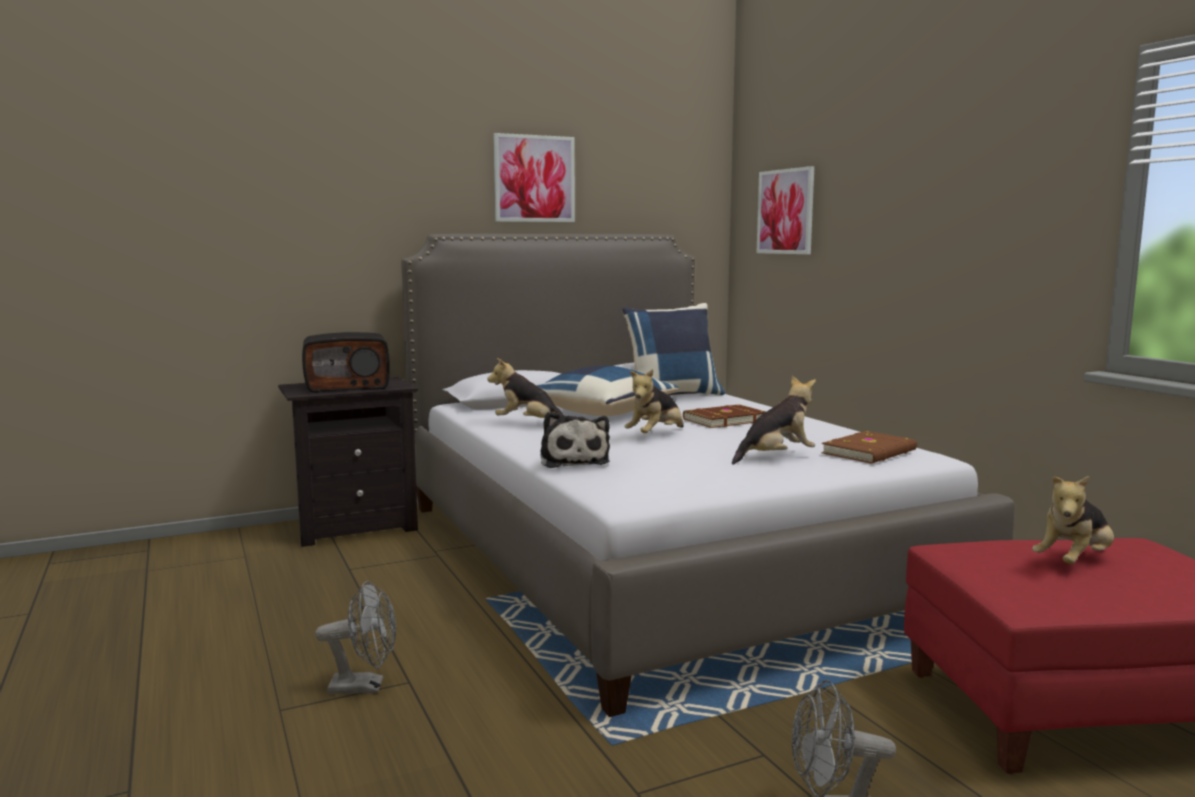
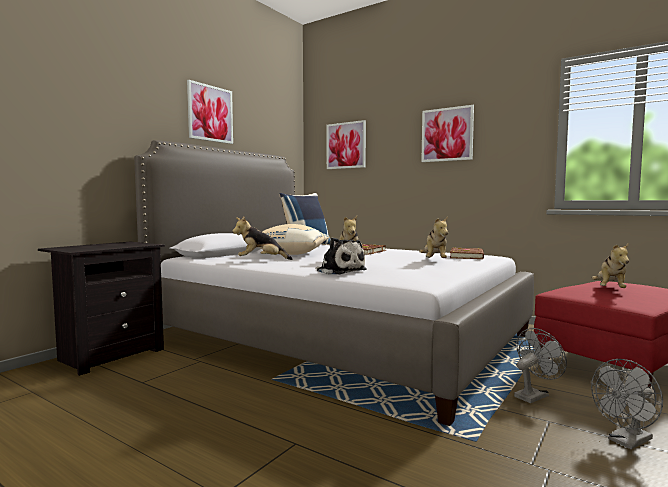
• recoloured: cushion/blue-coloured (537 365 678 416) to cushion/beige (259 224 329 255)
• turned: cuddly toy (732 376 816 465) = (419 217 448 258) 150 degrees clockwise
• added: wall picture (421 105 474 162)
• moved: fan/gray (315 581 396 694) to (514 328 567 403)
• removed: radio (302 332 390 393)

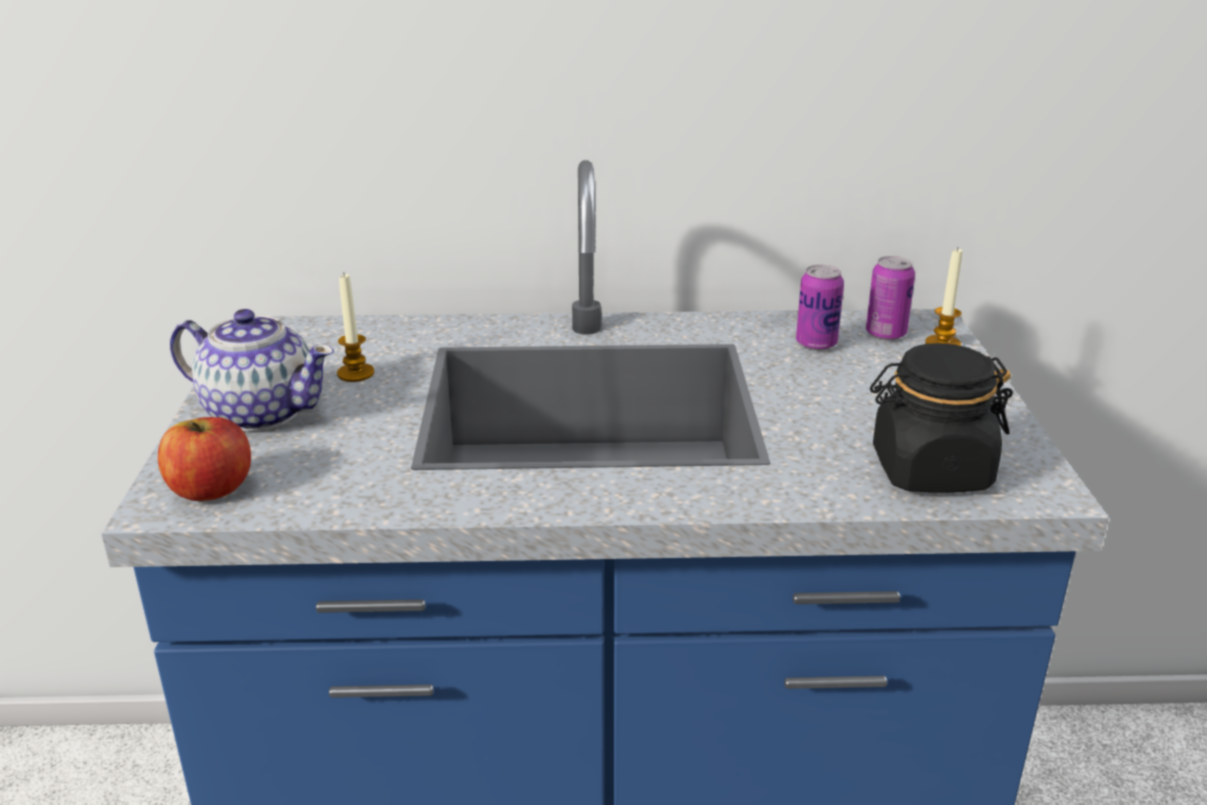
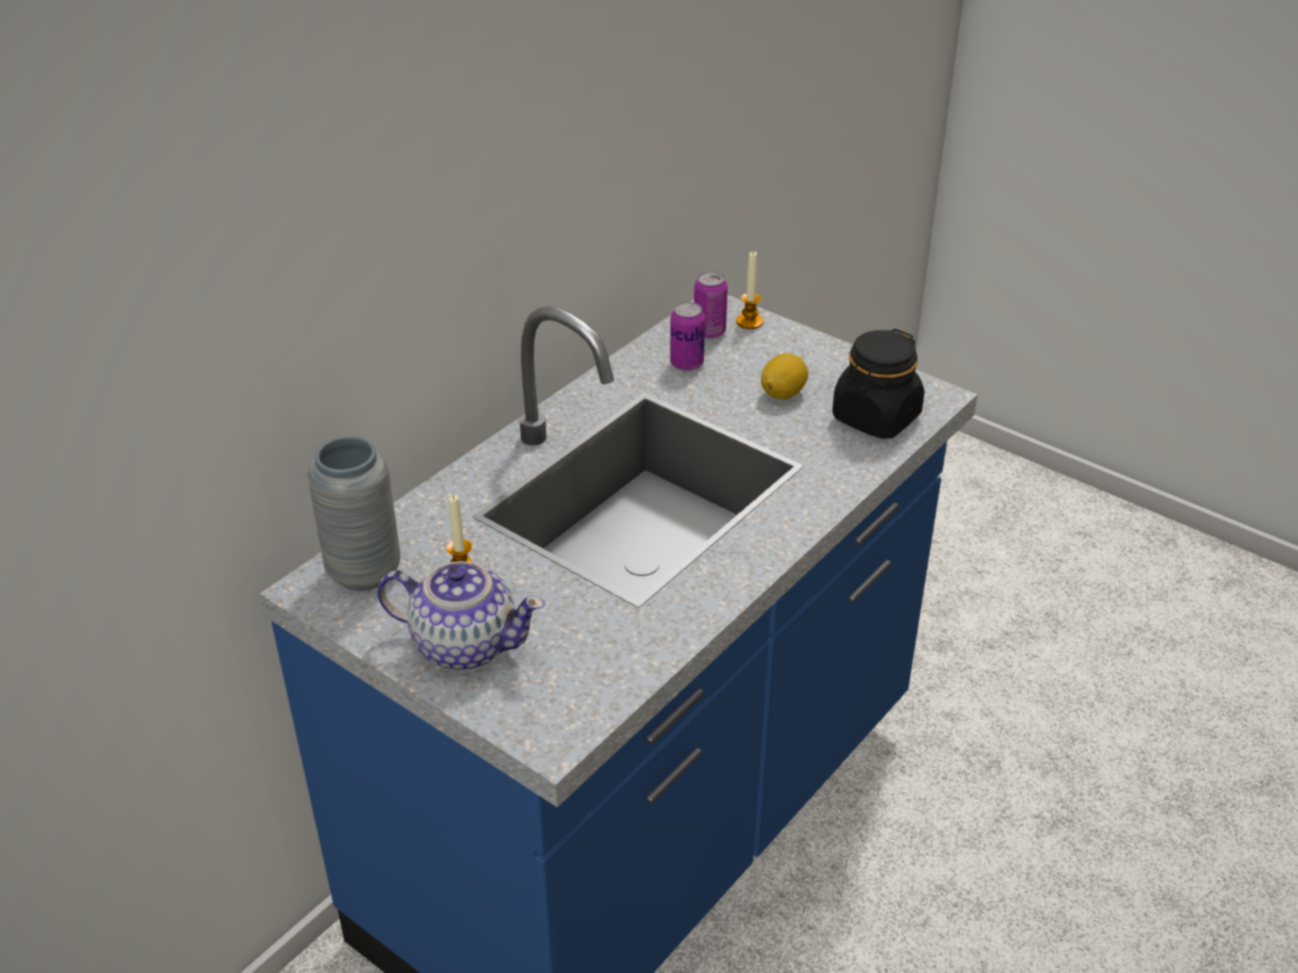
• added: vase/gray (308 436 401 591)
• turned: tea pot (170 309 334 432) = (377 561 545 670) 45 degrees clockwise
• added: citrus fruit (761 353 808 399)
• removed: apple (158 417 251 501)

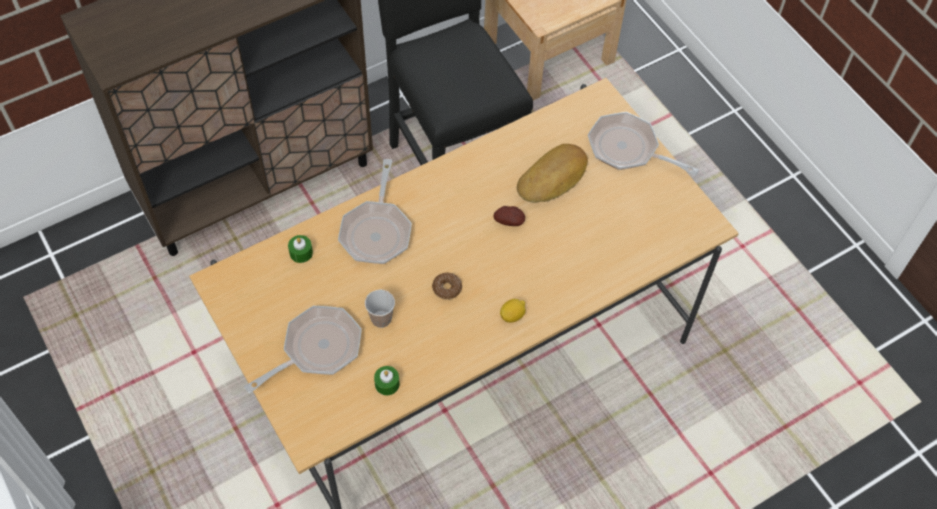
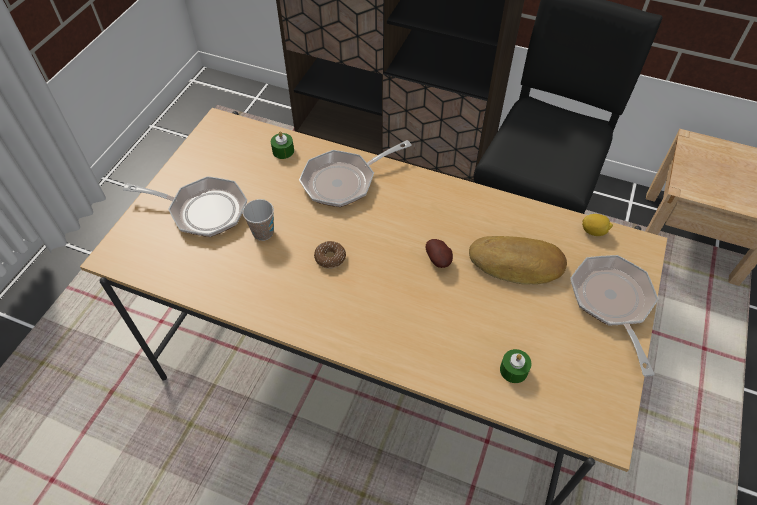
• moved: wax light/green (374 366 400 395) to (500 349 531 383)
• moved: citrus fruit (500 299 526 323) to (582 214 613 236)

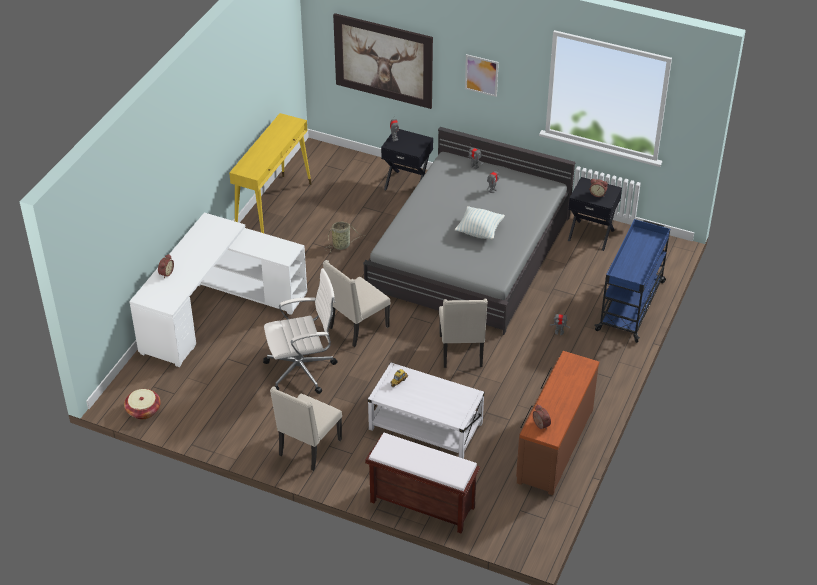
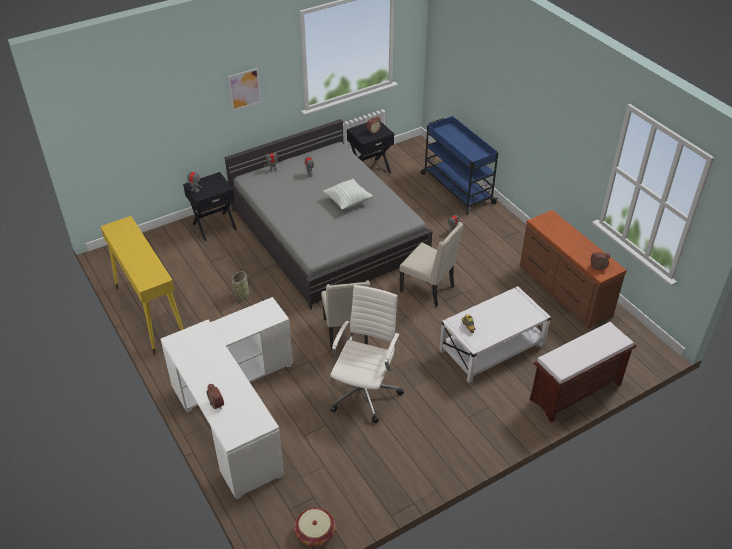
• removed: upright chair/beige (270 386 342 471)
• removed: wall picture (333 13 433 109)

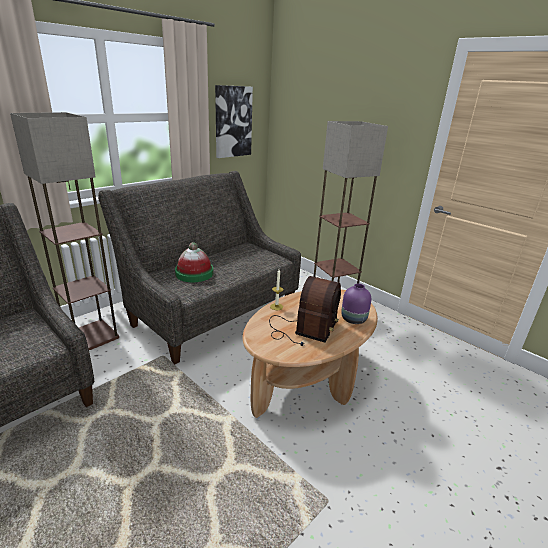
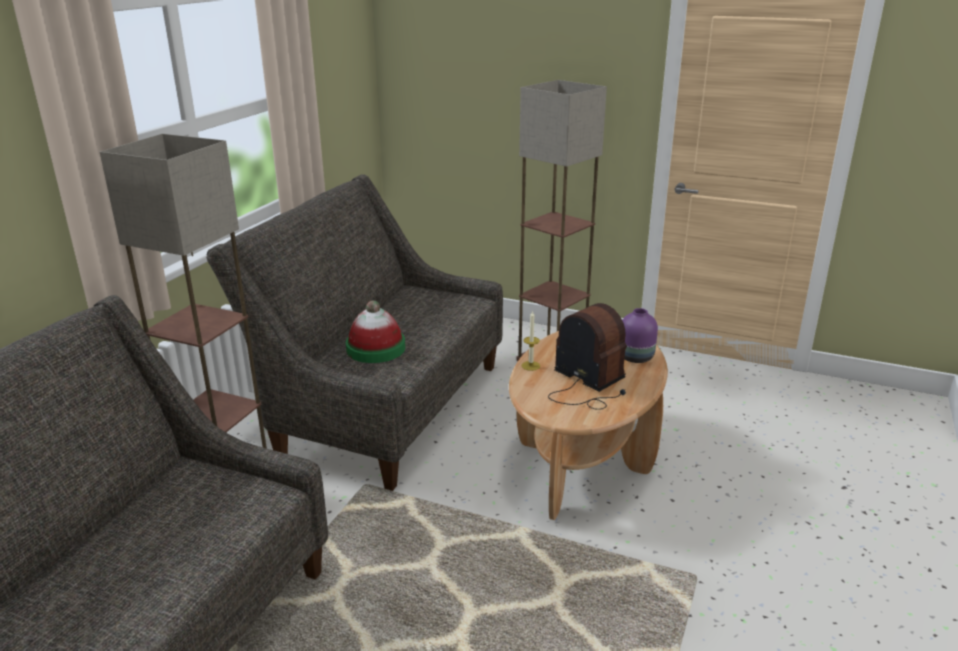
• turned: radio (269 276 341 346) = (548 303 627 410) 45 degrees counterclockwise
• removed: wall picture (215 85 253 158)

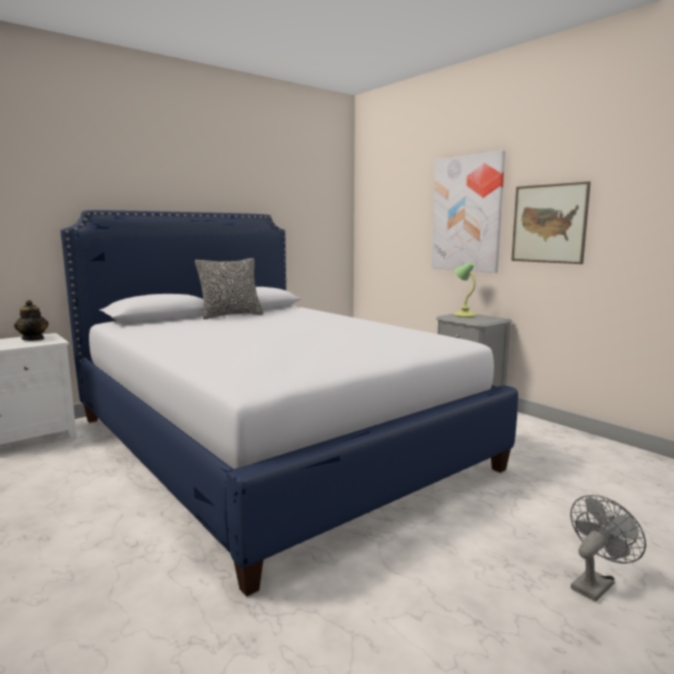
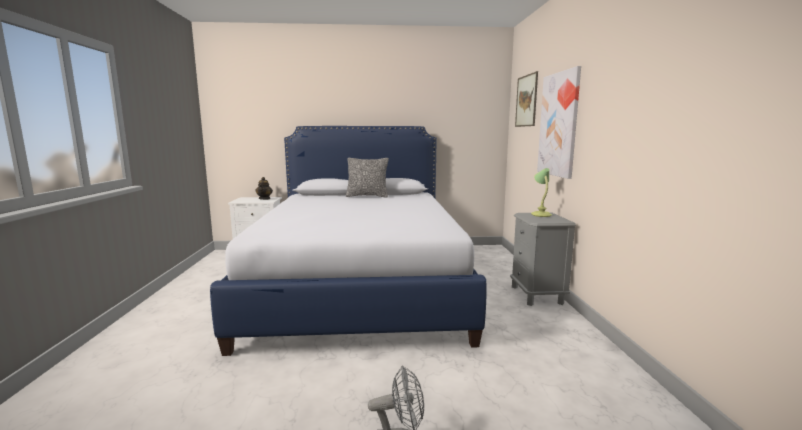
• moved: wall picture (511 181 591 264) to (515 71 538 127)

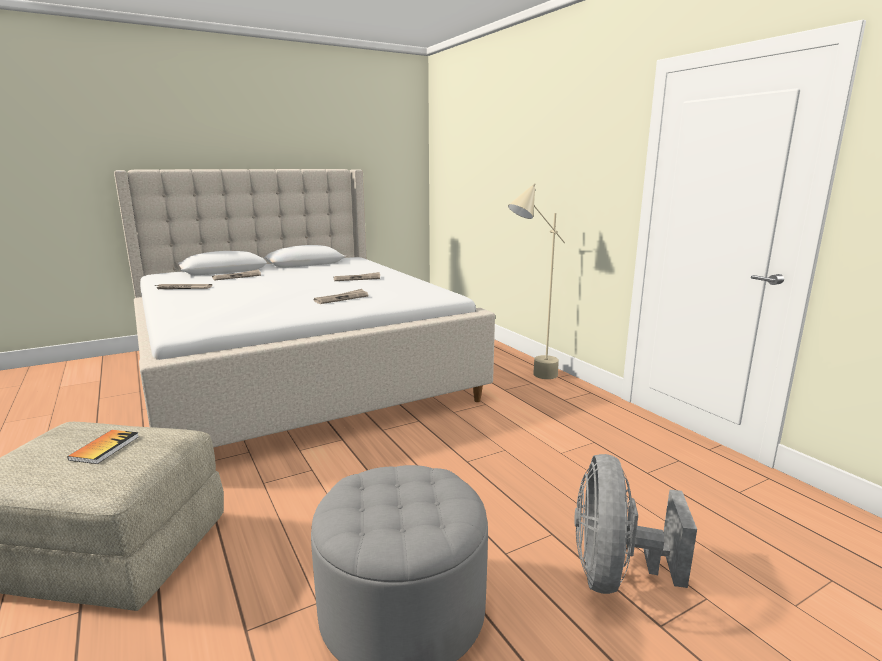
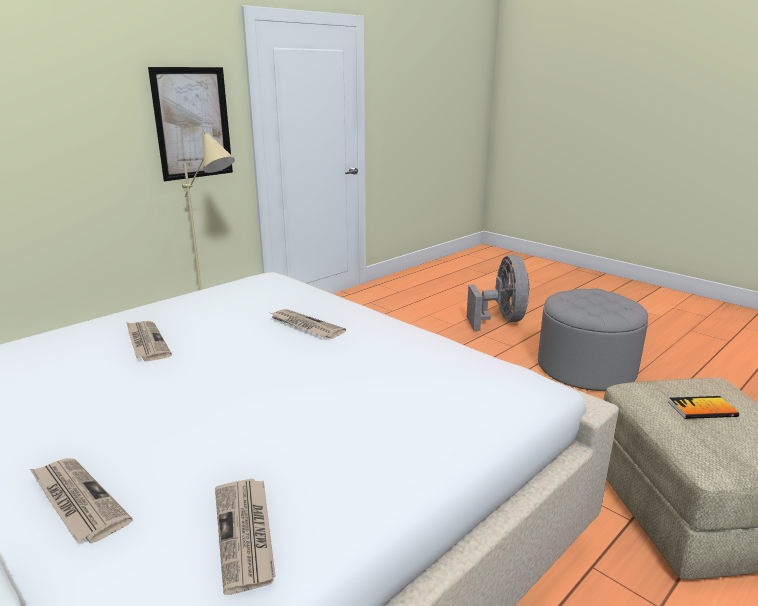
• added: wall picture (148 67 233 181)
• turned: fan/gray (574 454 697 594) = (467 255 530 331) 90 degrees counterclockwise

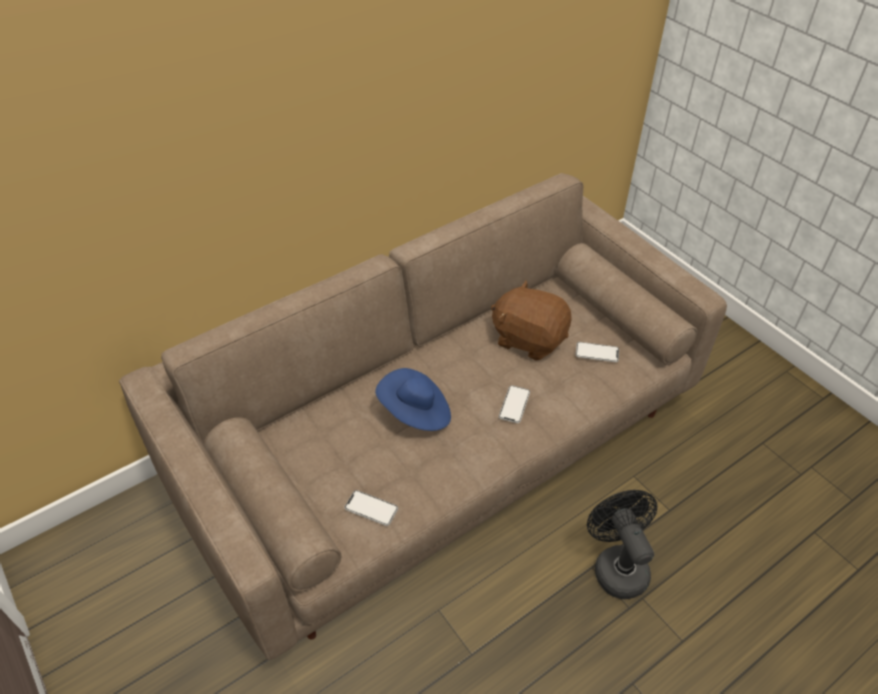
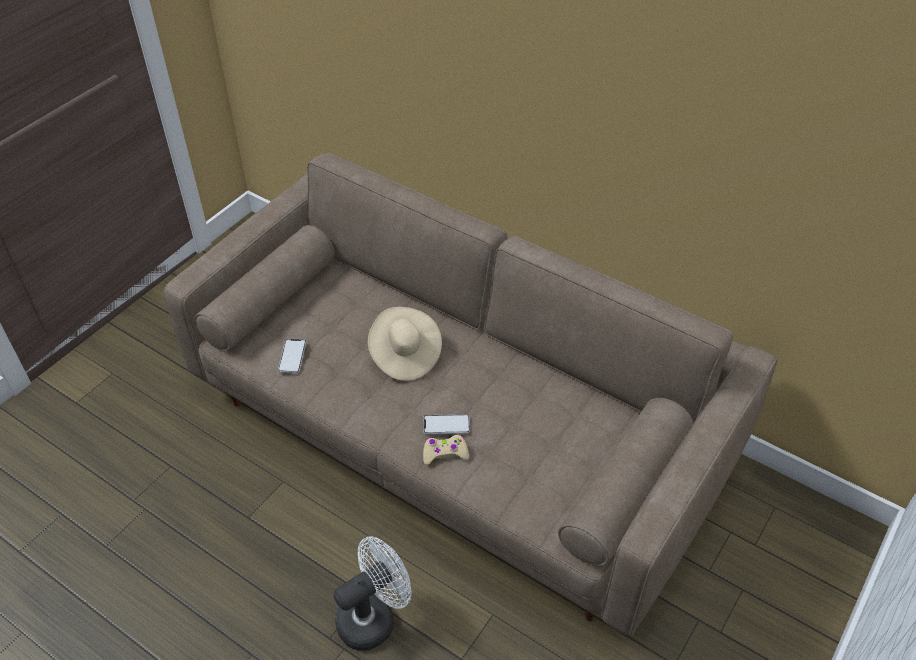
• recoloured: fan/black (587 490 657 599) to fan/white (334 536 411 651)
• recoloured: wearable hat/blue-coloured (375 368 451 431) to wearable hat/beige (368 307 442 381)
• added: gamepad/beige (423 435 469 465)
• removed: cuddly toy/brown (491 280 572 361)
• removed: phone (576 342 619 362)

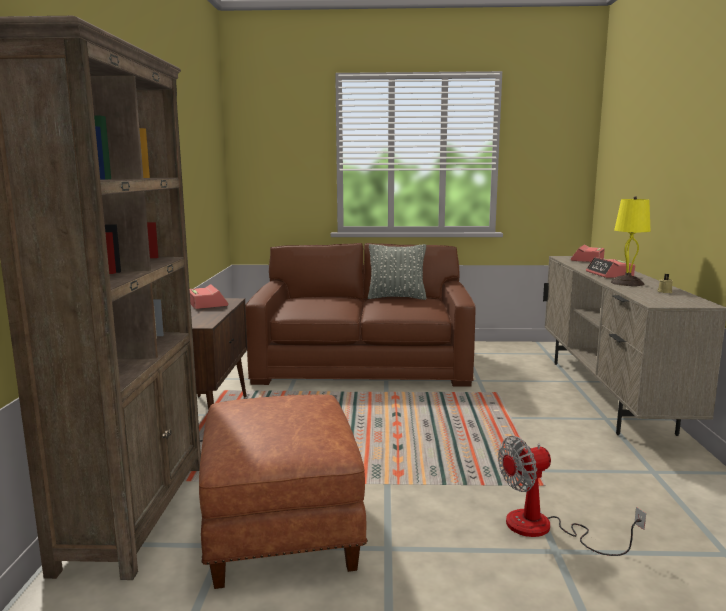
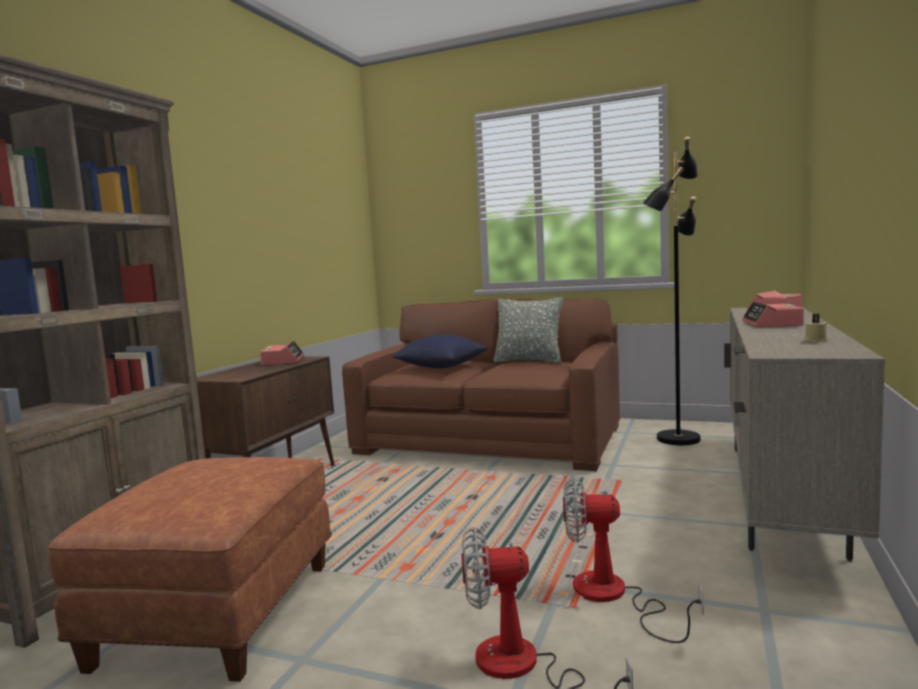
• added: cushion/blue-coloured (392 334 487 369)
• added: fan (563 476 704 643)
• added: standing lamp/black (643 136 701 445)
• removed: lamp for a table/yellow (611 196 651 286)

